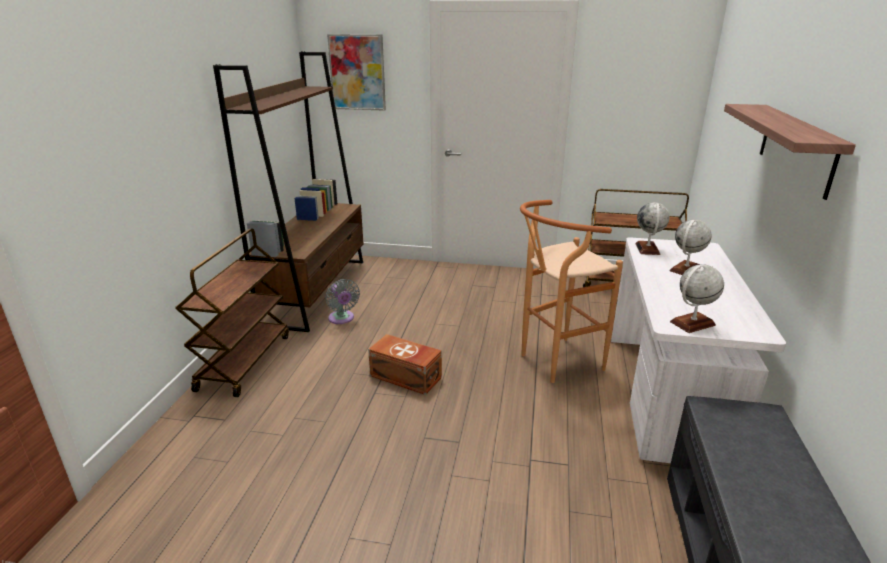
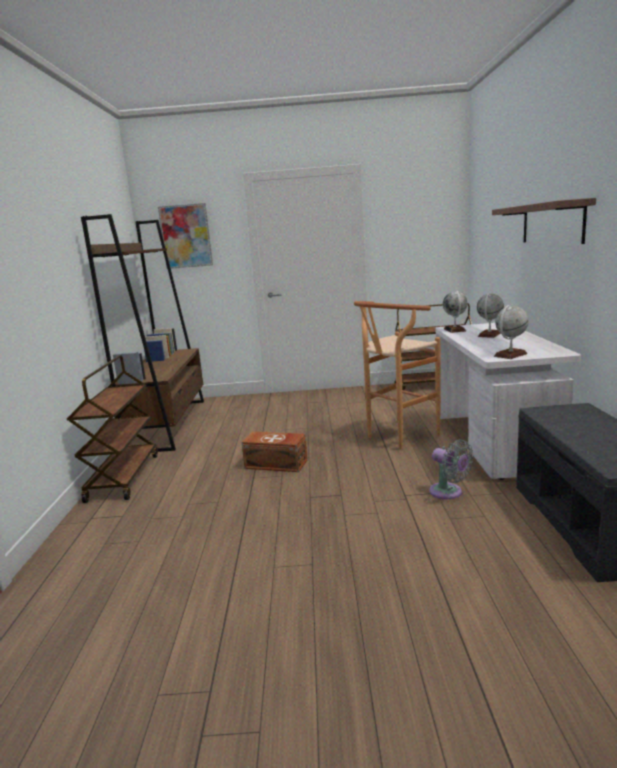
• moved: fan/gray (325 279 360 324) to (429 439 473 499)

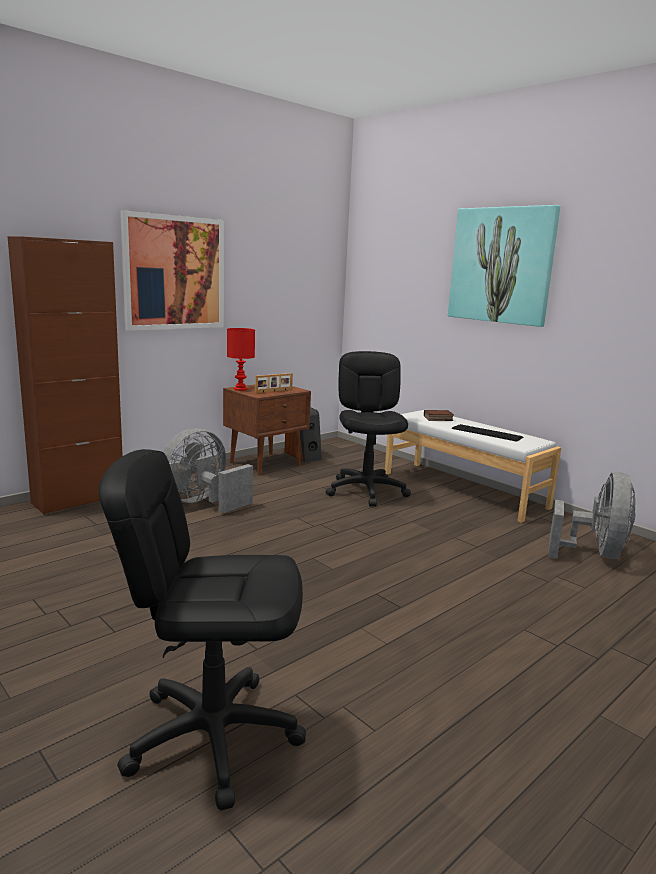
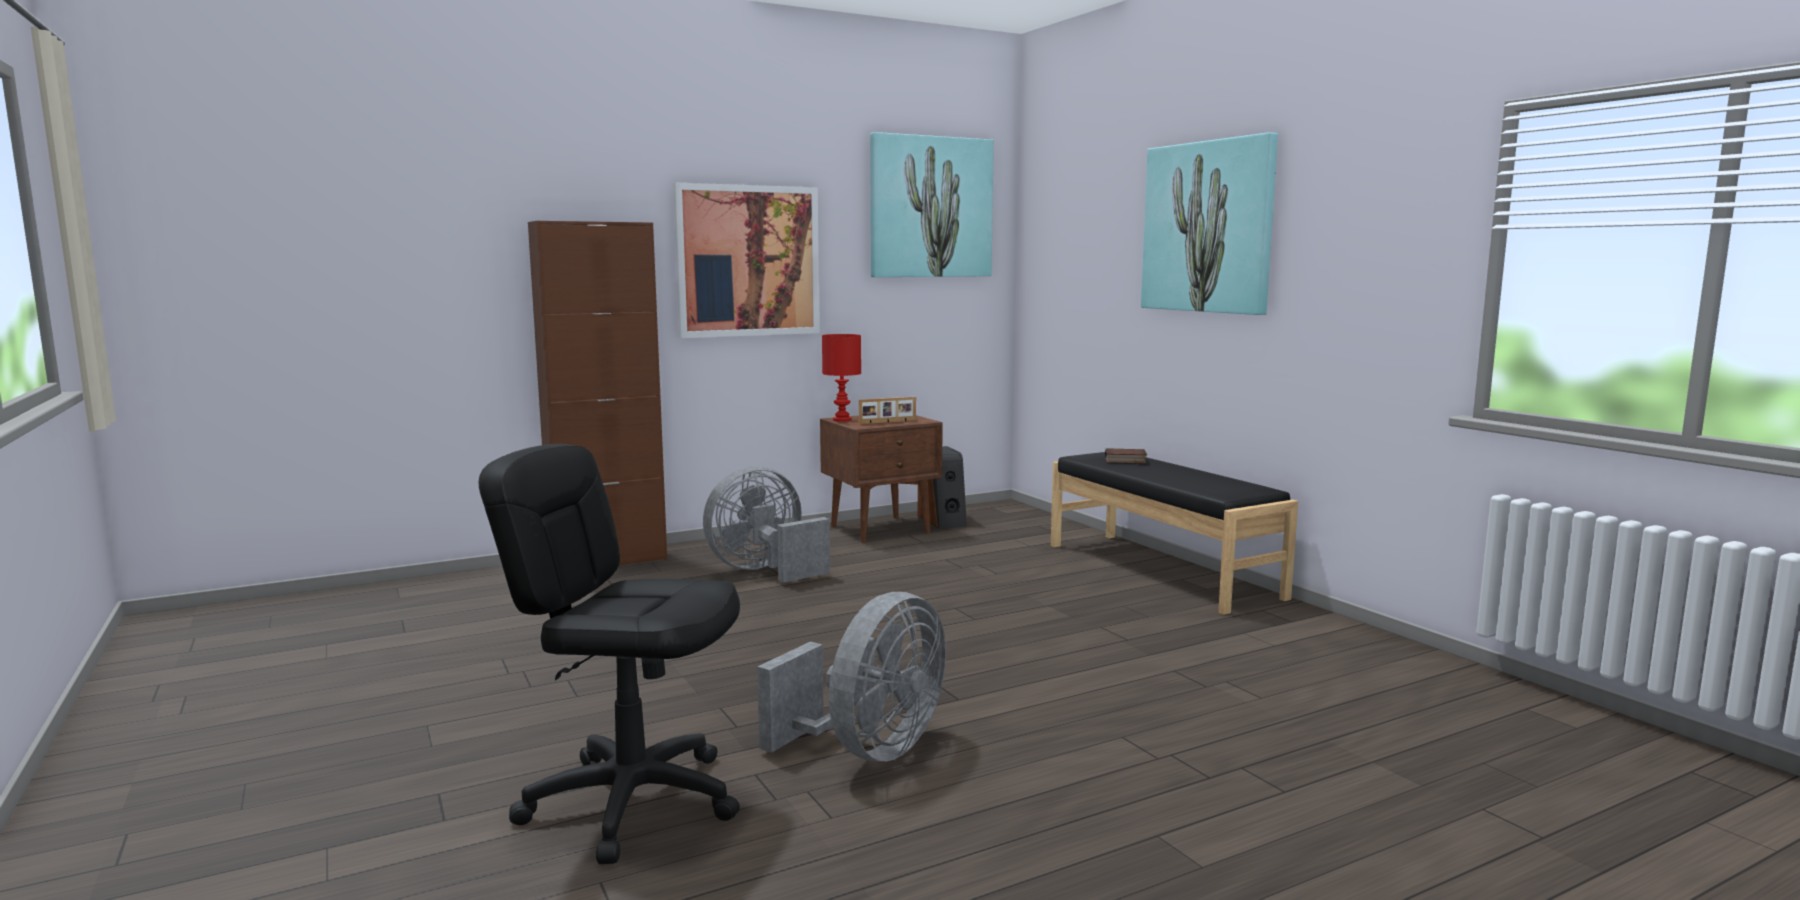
• moved: fan/gray (548 472 635 559) to (757 592 946 762)
• added: wall picture (870 132 994 277)
• recoloured: long seat/white (385 410 561 523) to long seat/black (1051 452 1298 615)
• removed: desk chair/black (326 351 411 506)
• removed: PC keyboard (452 424 524 442)

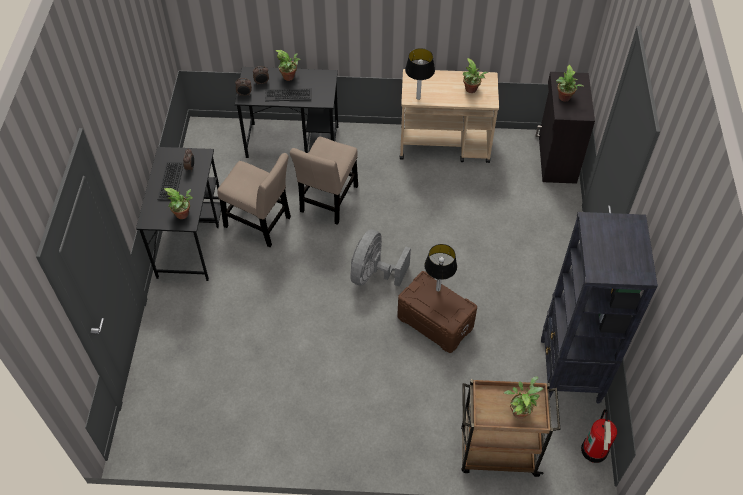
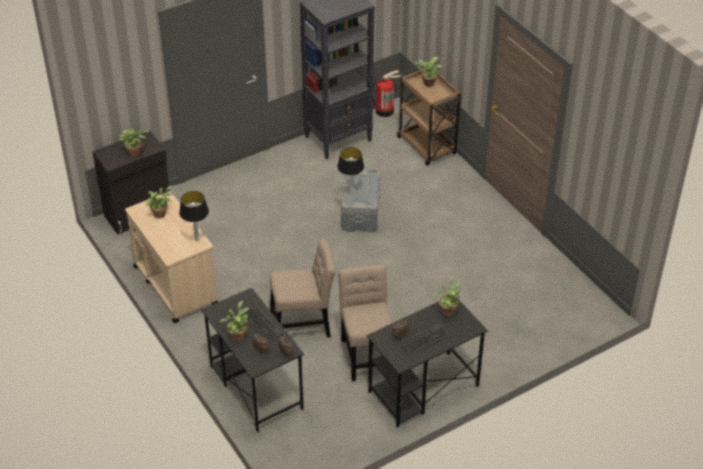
• recoloured: storage box/brown (397 271 477 353) to storage box/gray (341 170 381 232)
• removed: fan/gray (350 230 411 286)

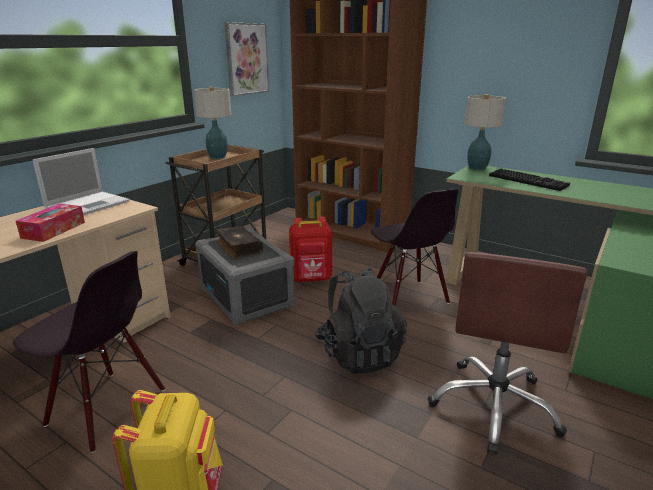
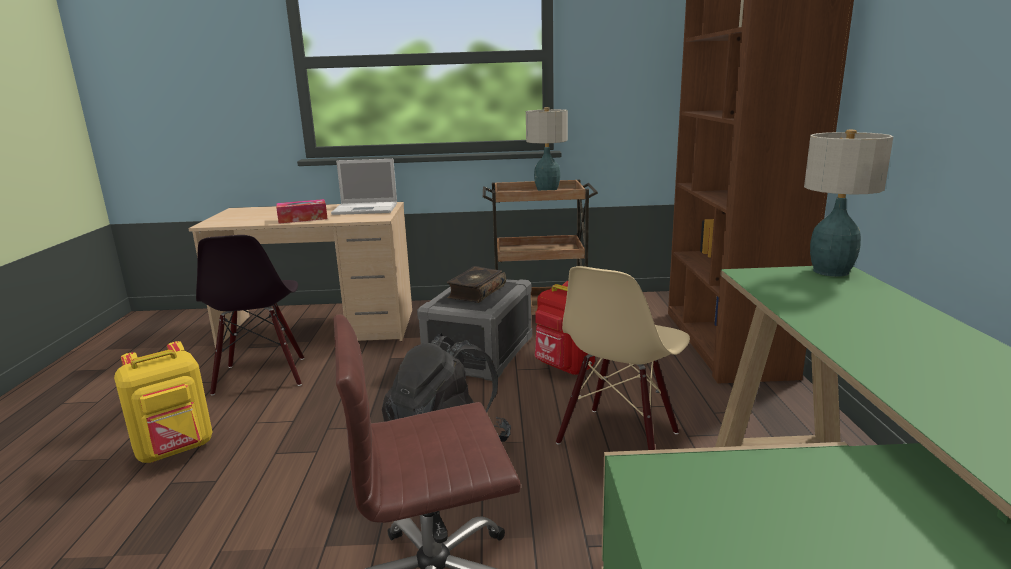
• recoloured: upright chair/black (371 189 459 306) to upright chair/beige (556 266 690 450)
• removed: wall picture (224 22 269 96)
• removed: PC keyboard (489 169 570 191)

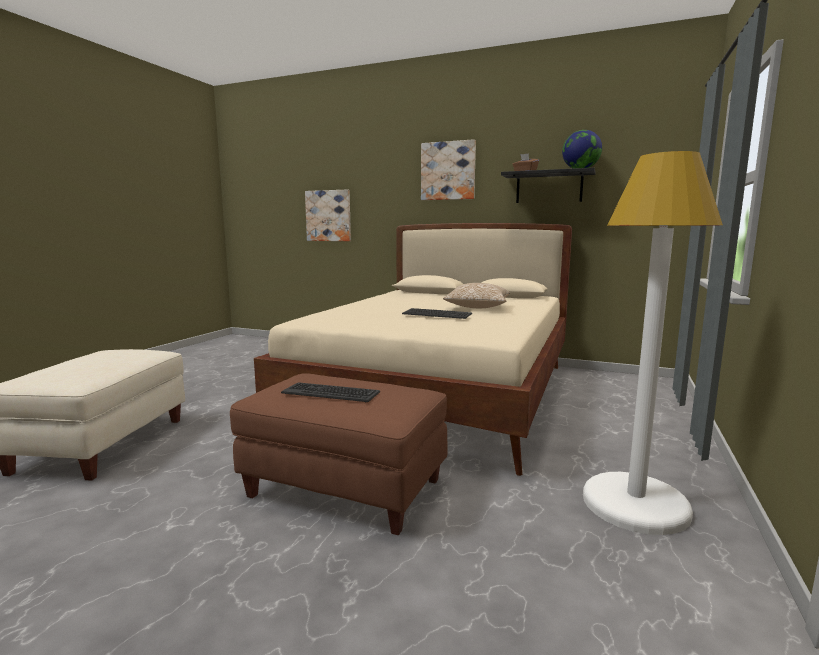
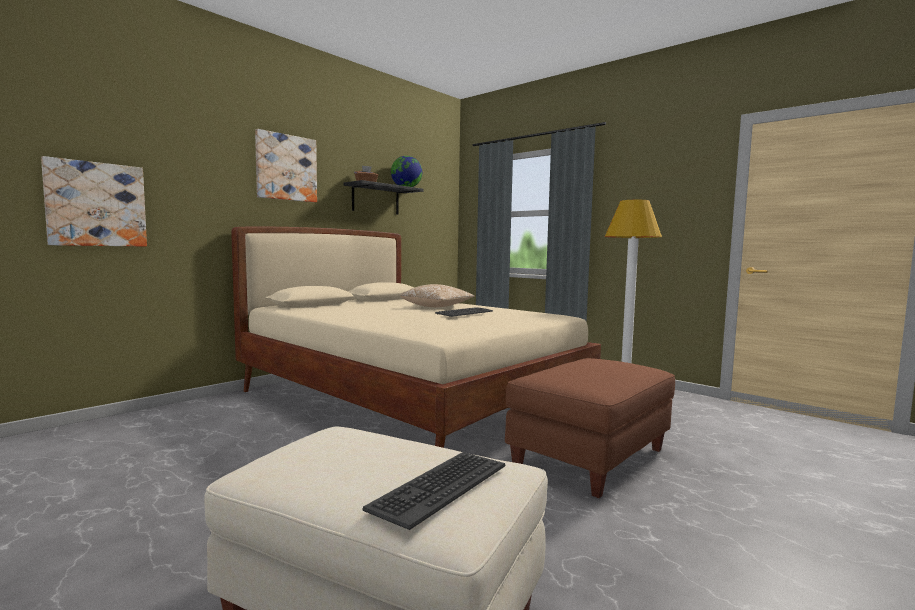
• moved: PC keyboard (281 382 380 402) to (362 452 505 530)

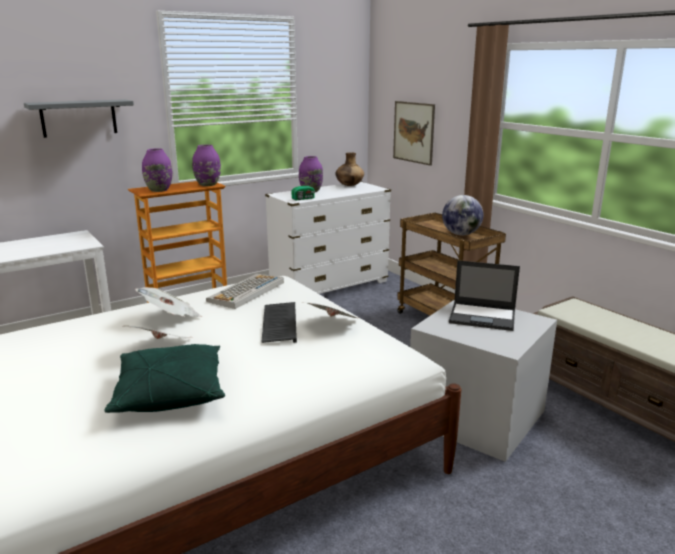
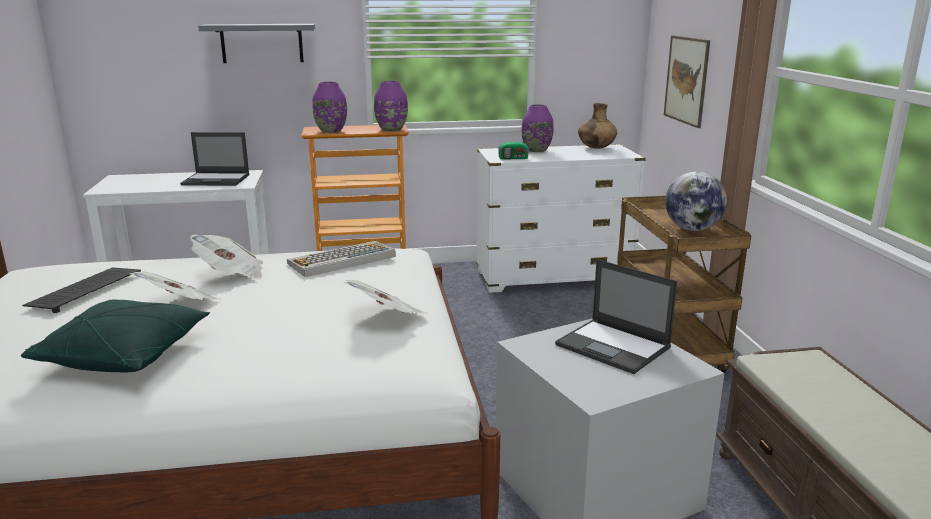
• moved: PC keyboard (262 302 297 343) to (22 268 141 313)
• added: laptop (180 132 249 186)

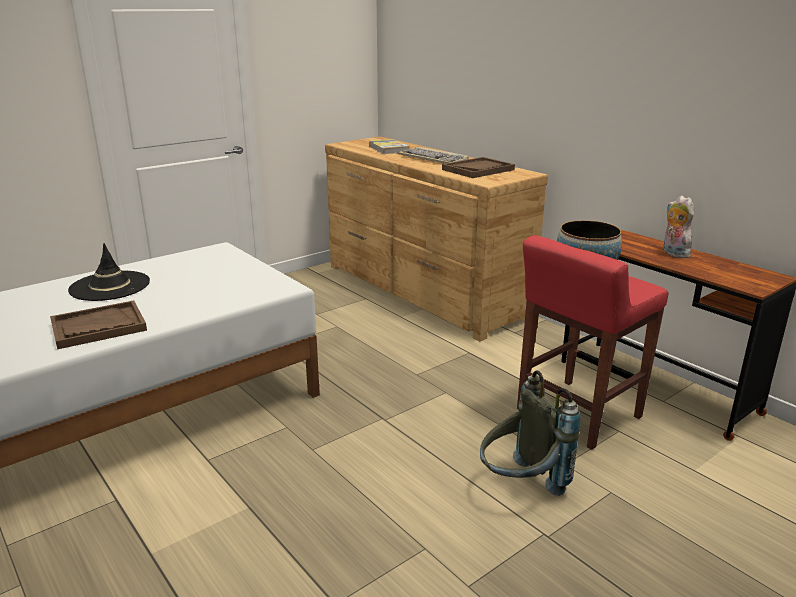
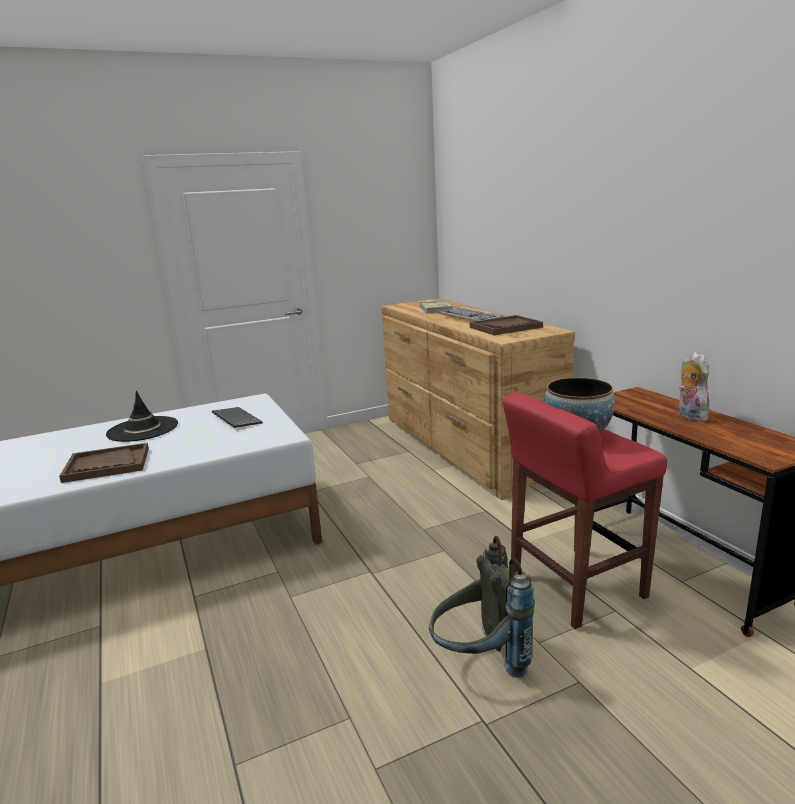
• added: PC keyboard (212 407 263 428)

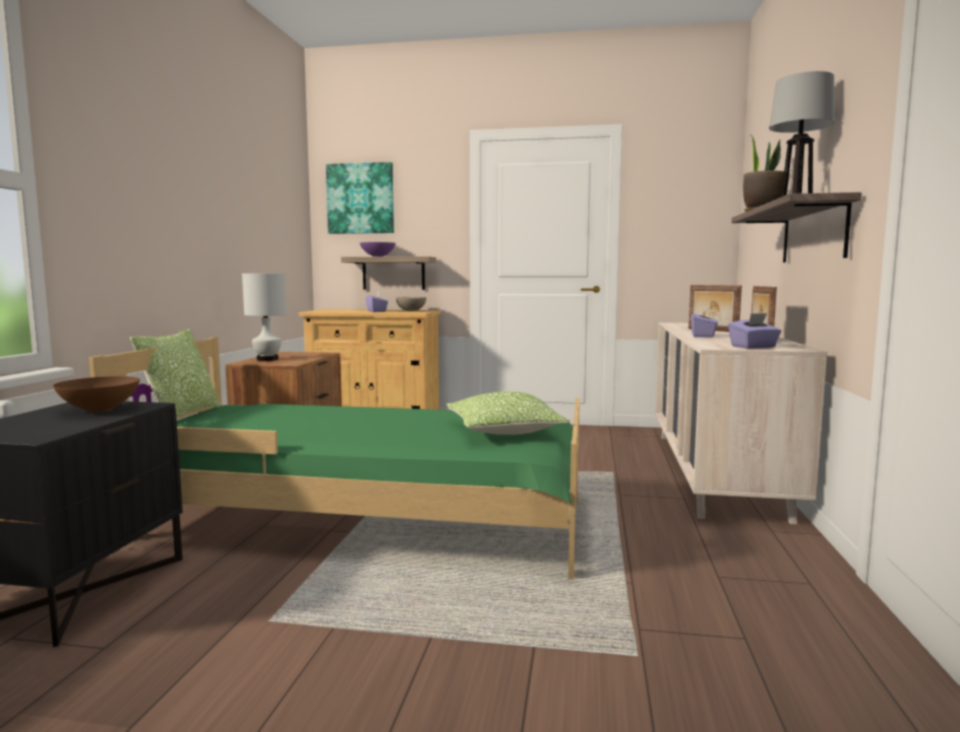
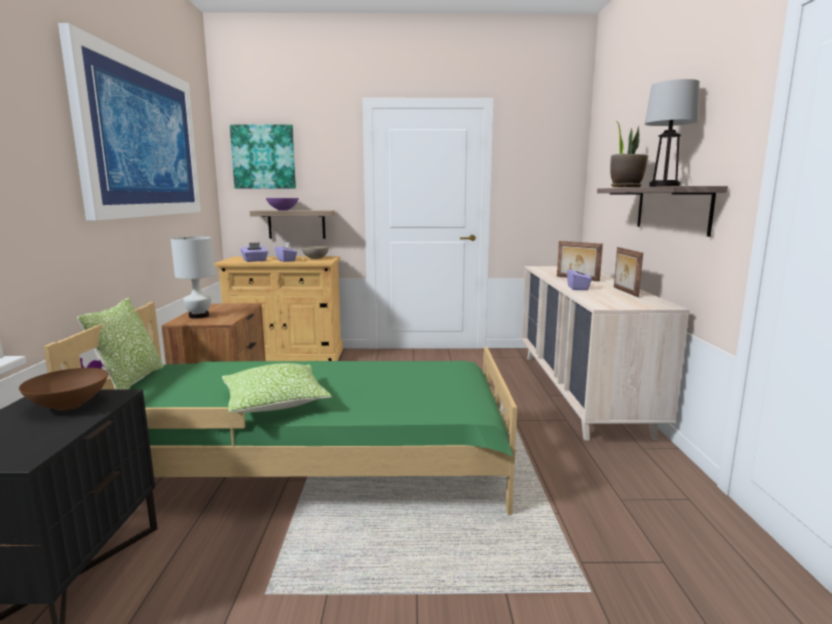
• added: wall picture (58 23 201 221)
• moved: cushion (446 391 570 435) to (222 363 332 413)
• moved: tissue holder/purple (728 313 781 349) to (241 242 268 262)

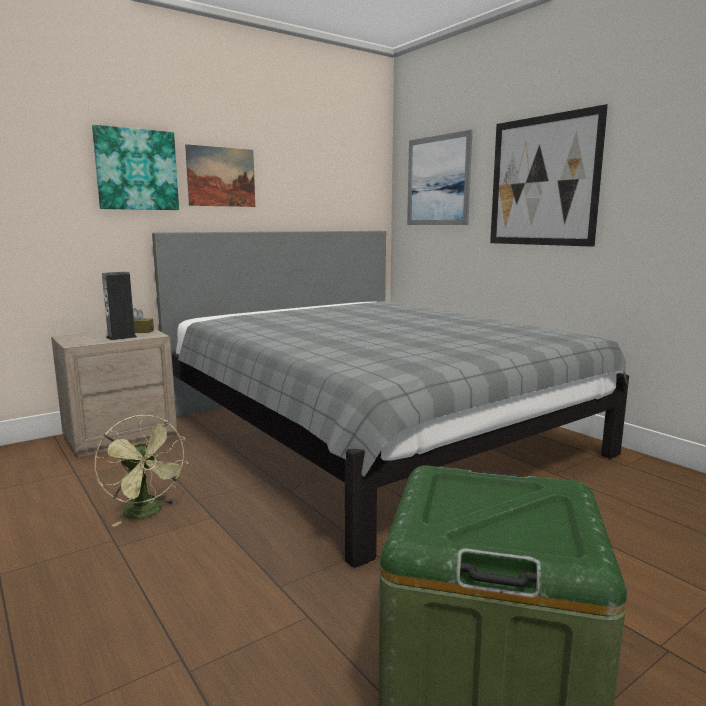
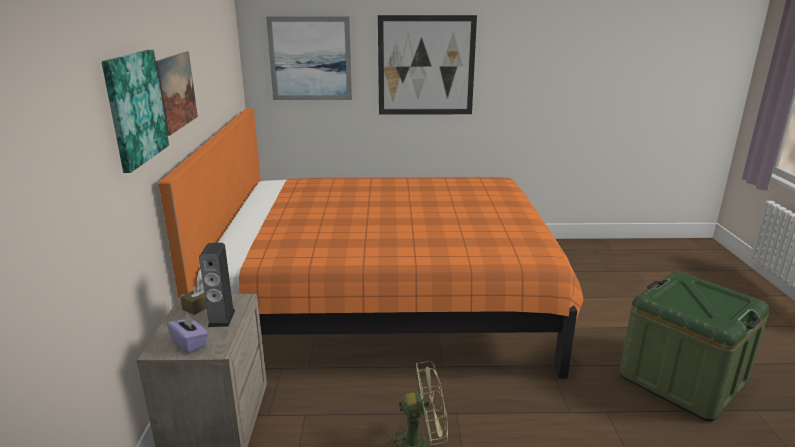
• recoloured: sleeping bed/gray (152 231 629 568) to sleeping bed/orange-coloured (158 108 584 379)
• added: tissue holder/purple (167 312 208 354)

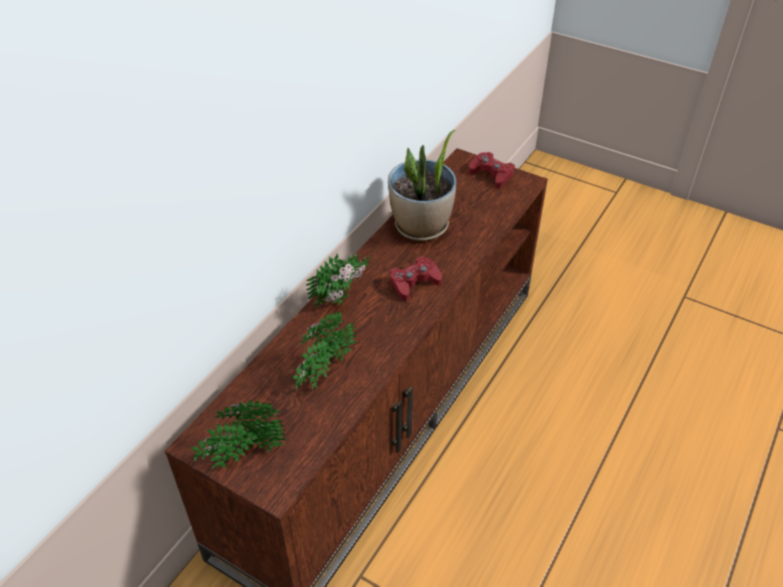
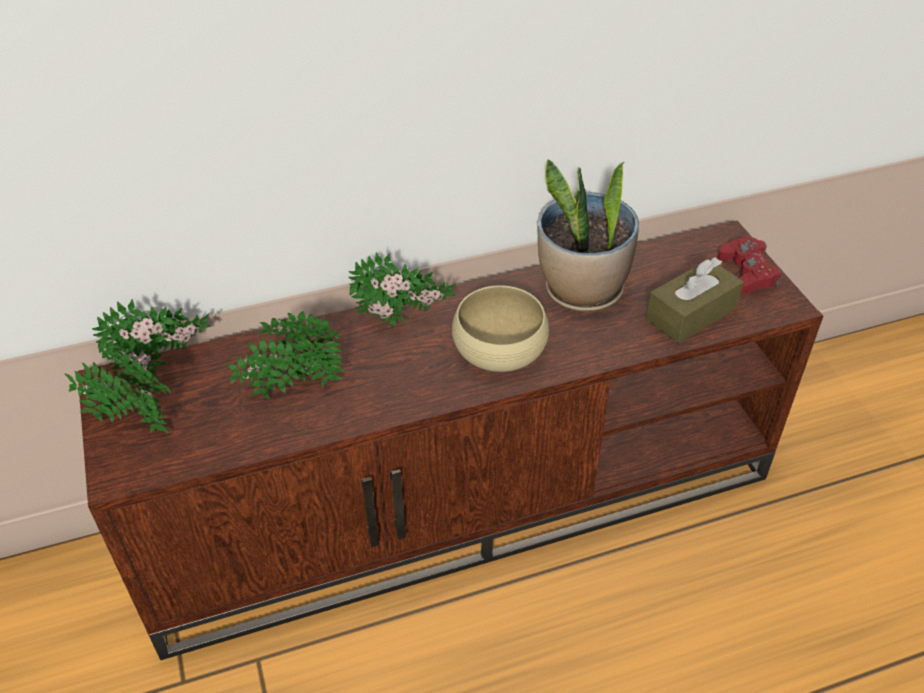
• added: plant in a pot (92 299 211 374)
• replaced: gamepad/red (390 256 442 301) to serving bowl/beige (452 285 549 372)
• added: tissue holder/brown (646 257 743 344)

